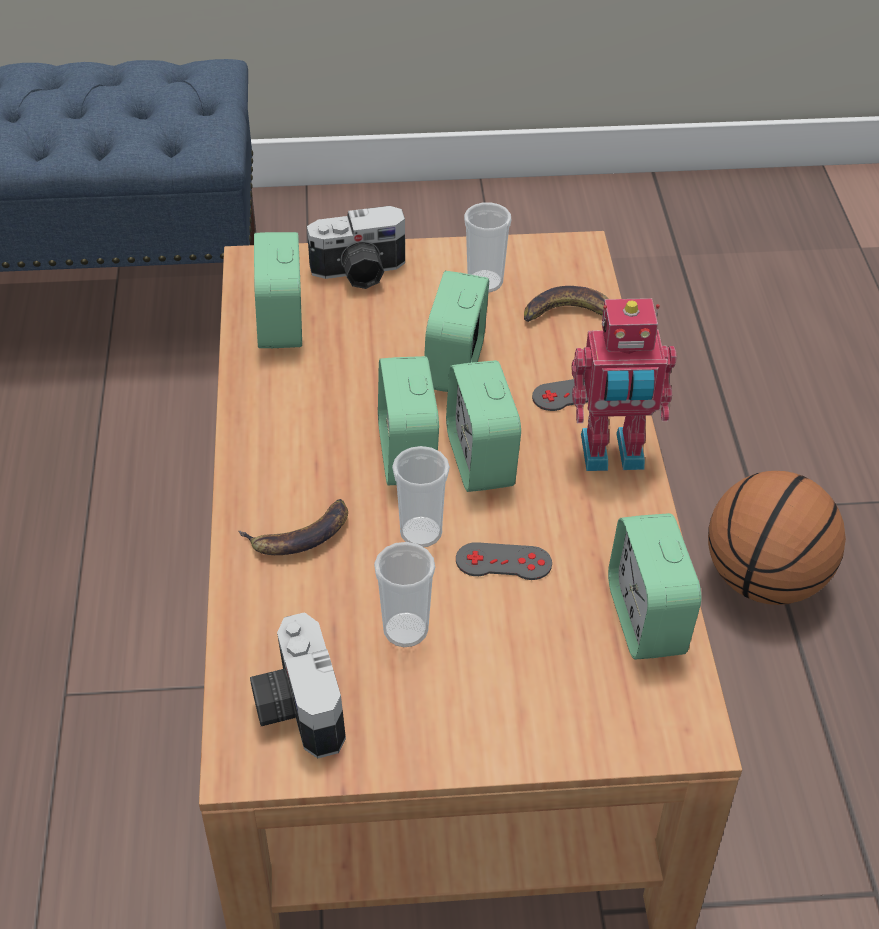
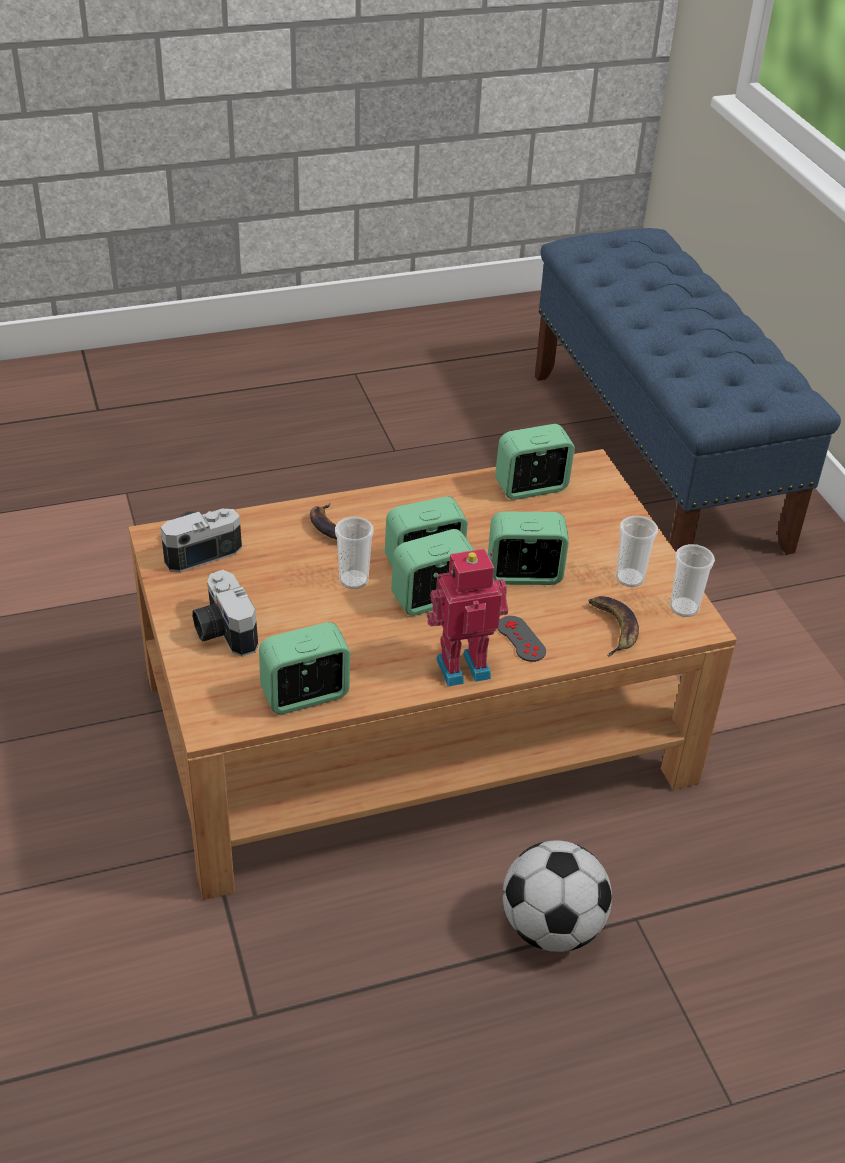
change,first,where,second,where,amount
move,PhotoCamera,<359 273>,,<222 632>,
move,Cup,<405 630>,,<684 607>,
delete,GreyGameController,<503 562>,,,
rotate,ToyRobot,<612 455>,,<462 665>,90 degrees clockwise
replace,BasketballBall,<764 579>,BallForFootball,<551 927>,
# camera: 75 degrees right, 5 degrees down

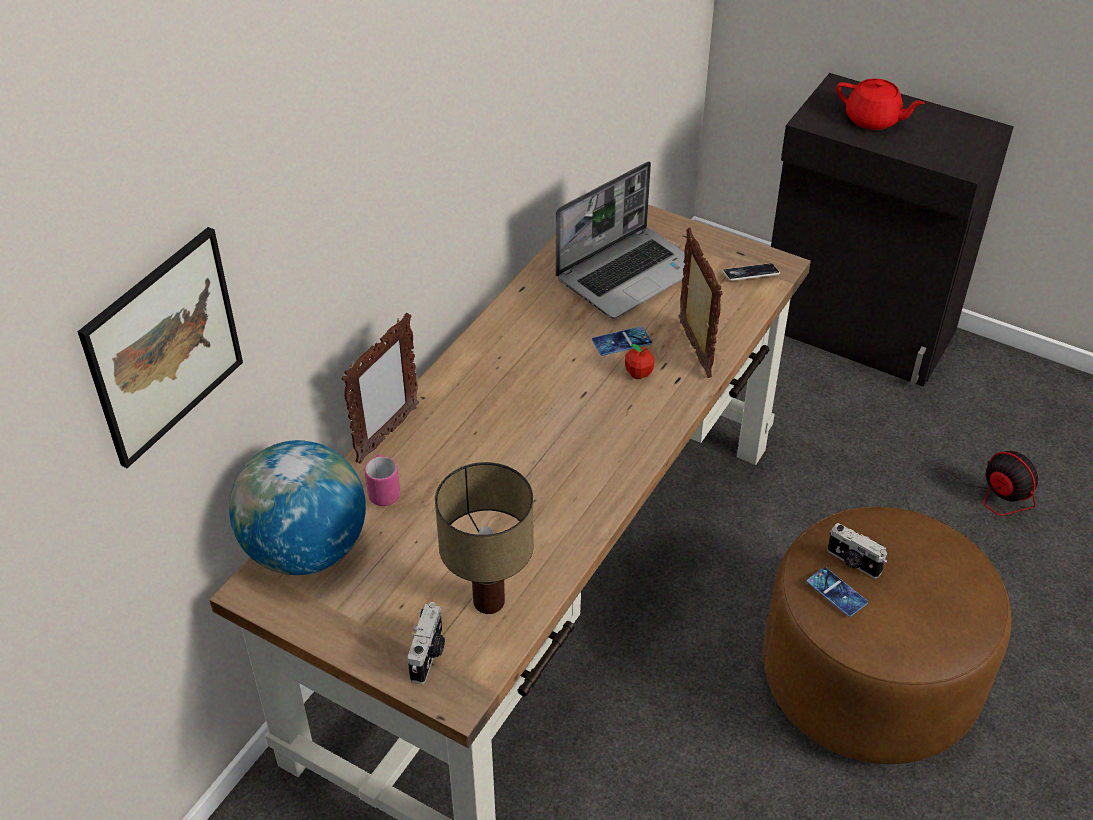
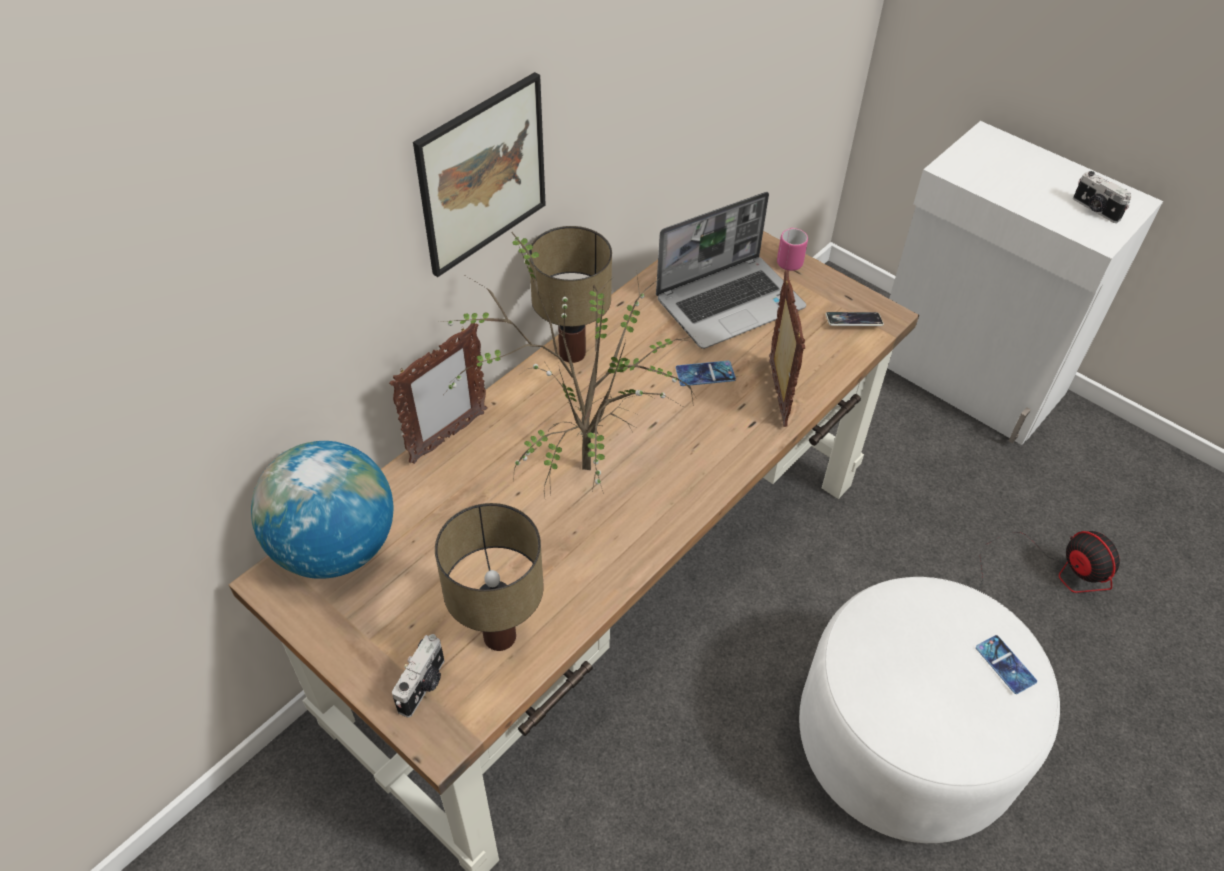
change,first,where,second,where,amount
move,WallArt,<163 346>,,<482 175>,
move,PinkCoffeeMug,<383 491>,,<789 260>,
delete,WholeApple,<638 374>,,,
recolor,BrownFootrest,<869 679>,WhitishFootrest,<904 742>,
recolor,BlackColouredCupboard,<857 331>,WhitishCupboard,<967 378>,
move,Handset,<836 592>,,<1005 664>,
move,PhotoCamera,<853 562>,,<1095 209>,
delete,ReddishPotForTea,<873 120>,,,
insert,,,PlantInAPot,<578 466>,
insert,,,LampForATable,<570 353>,
# camera: 10 degrees right, 5 degrees up

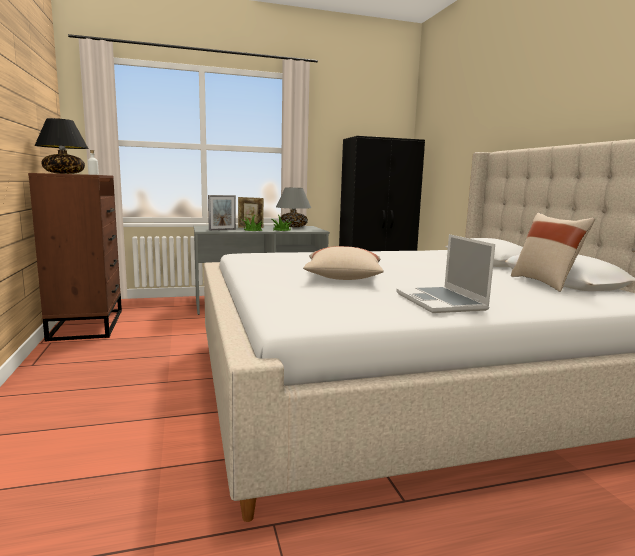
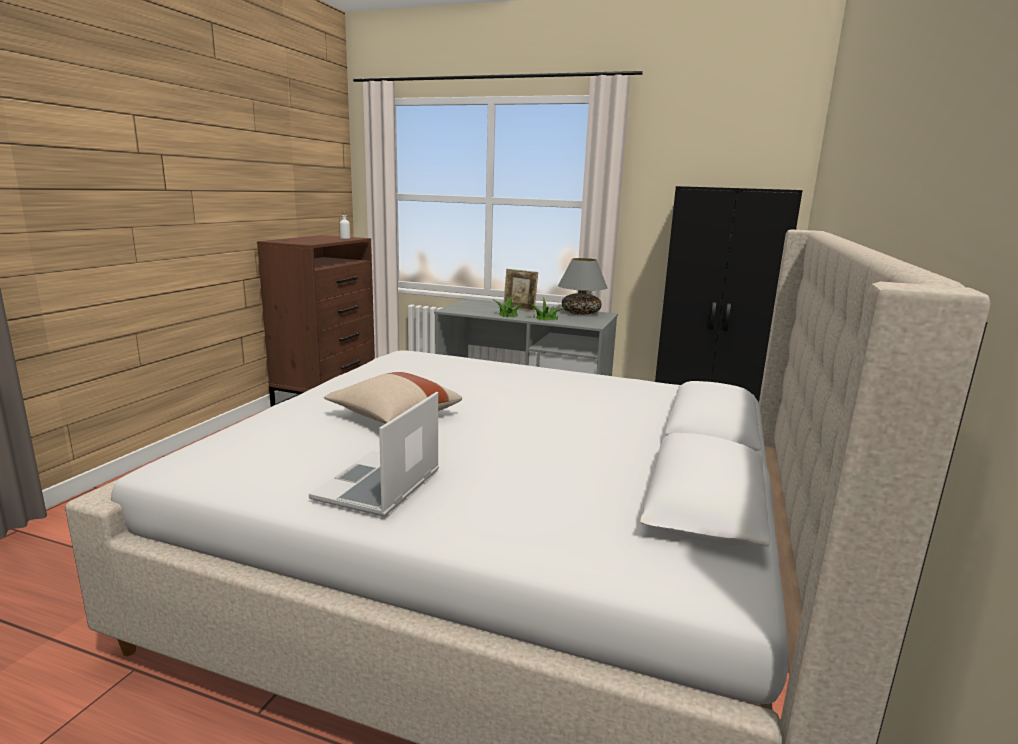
change,first,where,second,where,amount
delete,BlackColouredLampForATable,<63 173>,,,
delete,StandingFrame,<222 229>,,,
delete,BeigeColouredThrowPillow,<545 283>,,,
# camera: 35 degrees right, 5 degrees up

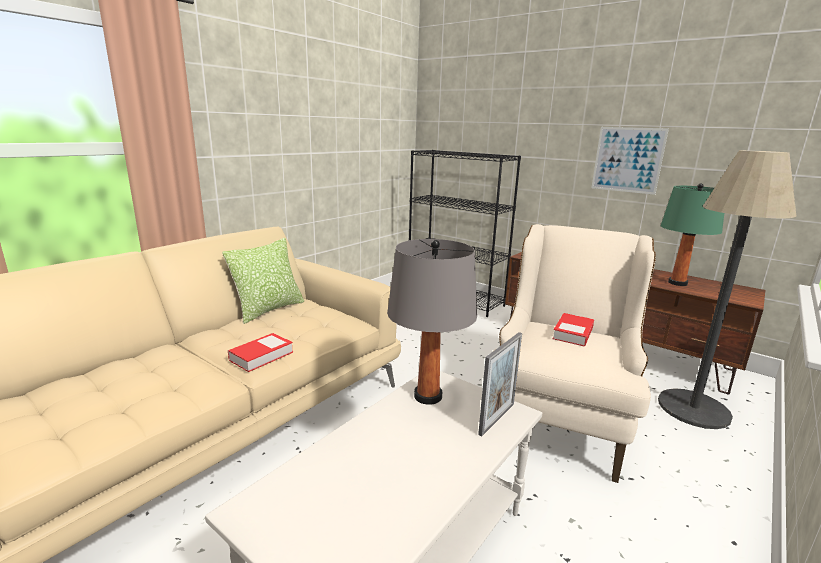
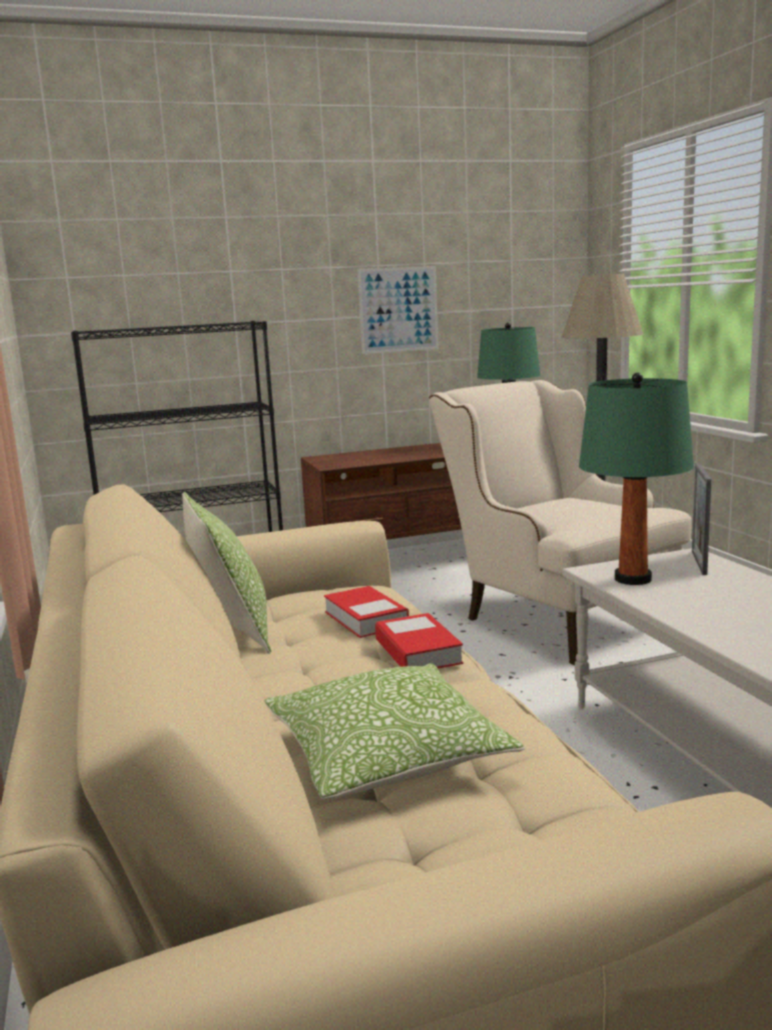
change,first,where,second,where,amount
recolor,GreyLampForATable,<427 396>,GreenColouredLampForATable,<633 579>,
rotate,StandingFrame,<497 419>,,<699 563>,150 degrees counterclockwise
move,Book,<573 333>,,<366 619>,
insert,,,ThrowPillow,<387 756>,
# camera: 55 degrees left, 5 degrees down

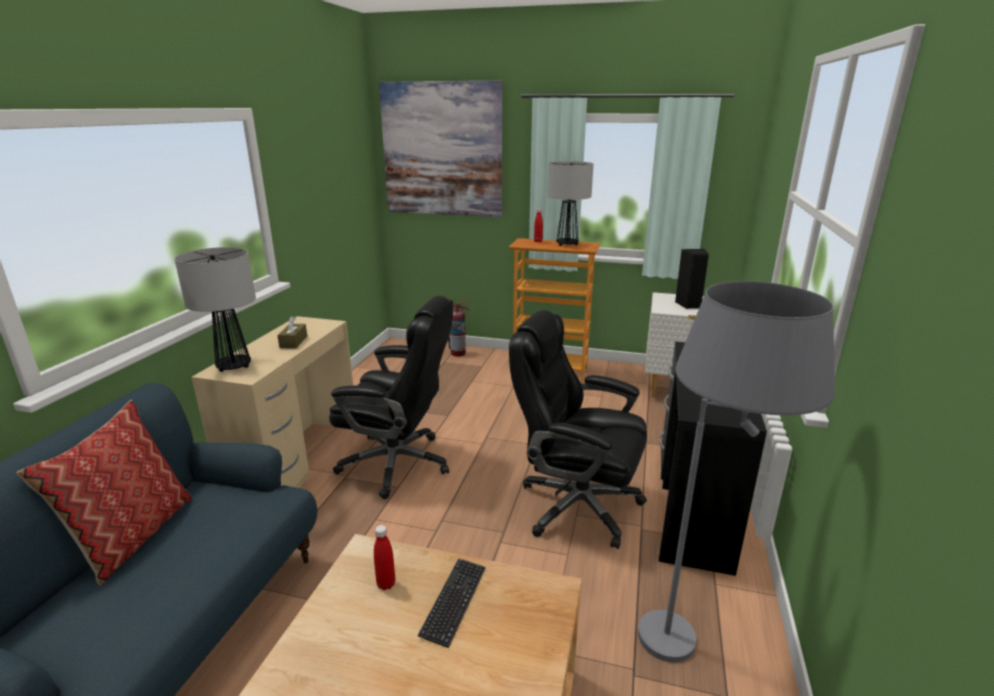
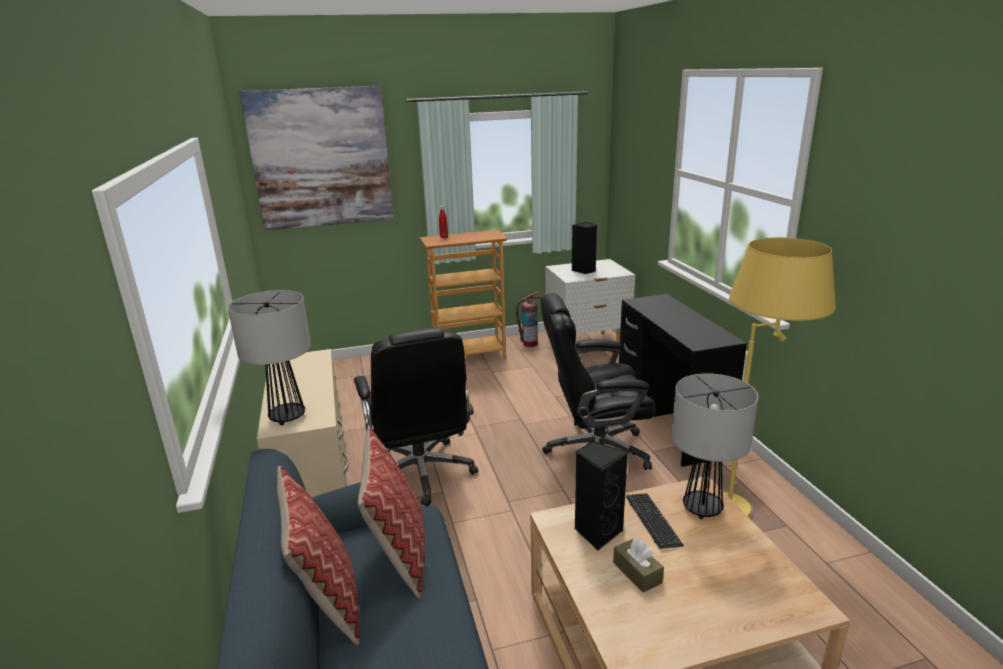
change,first,where,second,where,amount
move,BrownBoxOfTissues,<293 342>,,<637 572>,
rotate,BlackColouredComputerChair,<398 463>,,<421 473>,90 degrees clockwise
replace,ReddishBottle,<386 584>,BlackColouredAudioSpeaker,<597 532>,
move,FireFightingCylinder,<458 353>,,<529 344>,
move,LampForATable,<566 244>,,<701 508>,
recolor,GreyStandardLamp,<699 645>,YellowStandardLamp,<749 505>,
insert,,,ThrowPillow,<399 554>,
# camera: 30 degrees left, 0 degrees up

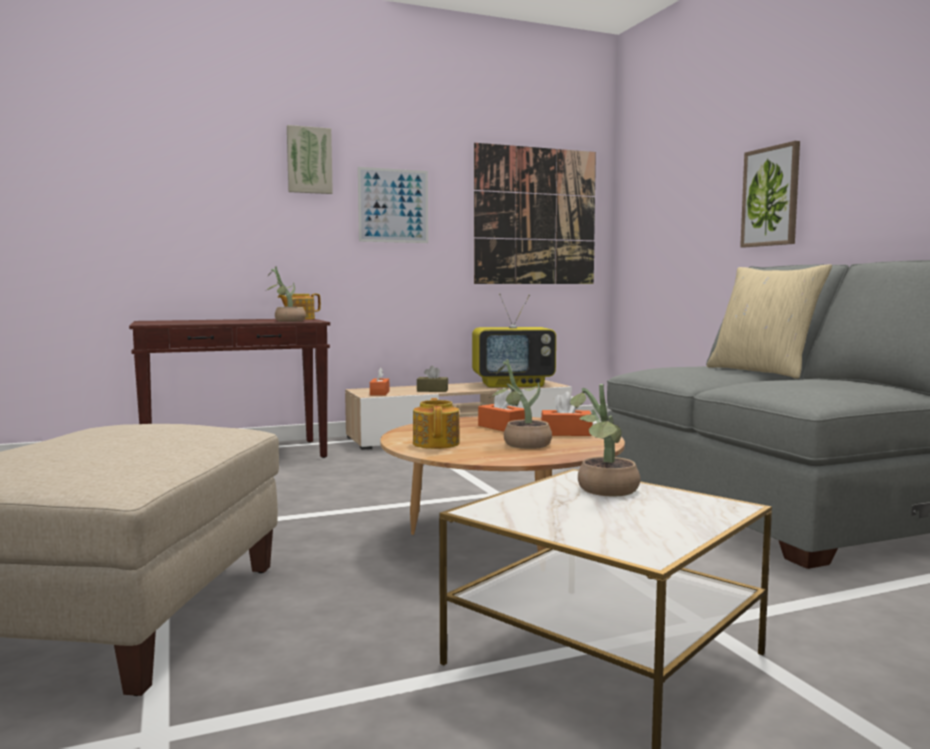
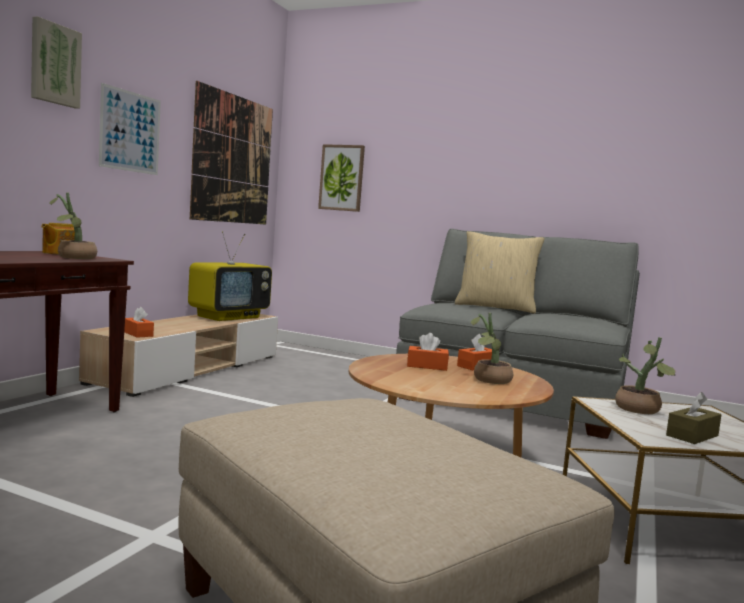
change,first,where,second,where,amount
delete,PotForTea,<436 443>,,,
move,BrownBoxOfTissues,<432 390>,,<692 435>,
move,WallArt,<771 196>,,<342 178>,
# camera: 45 degrees left, 0 degrees up

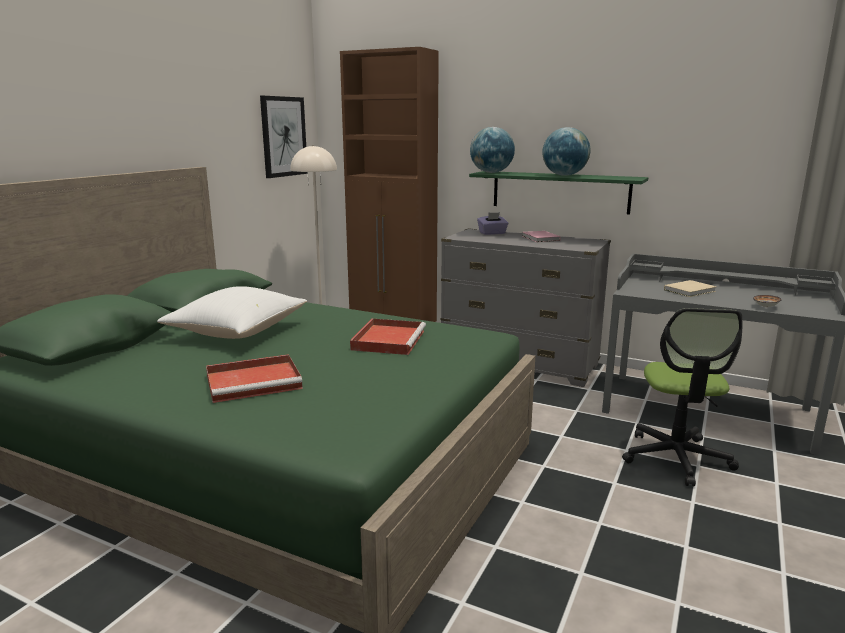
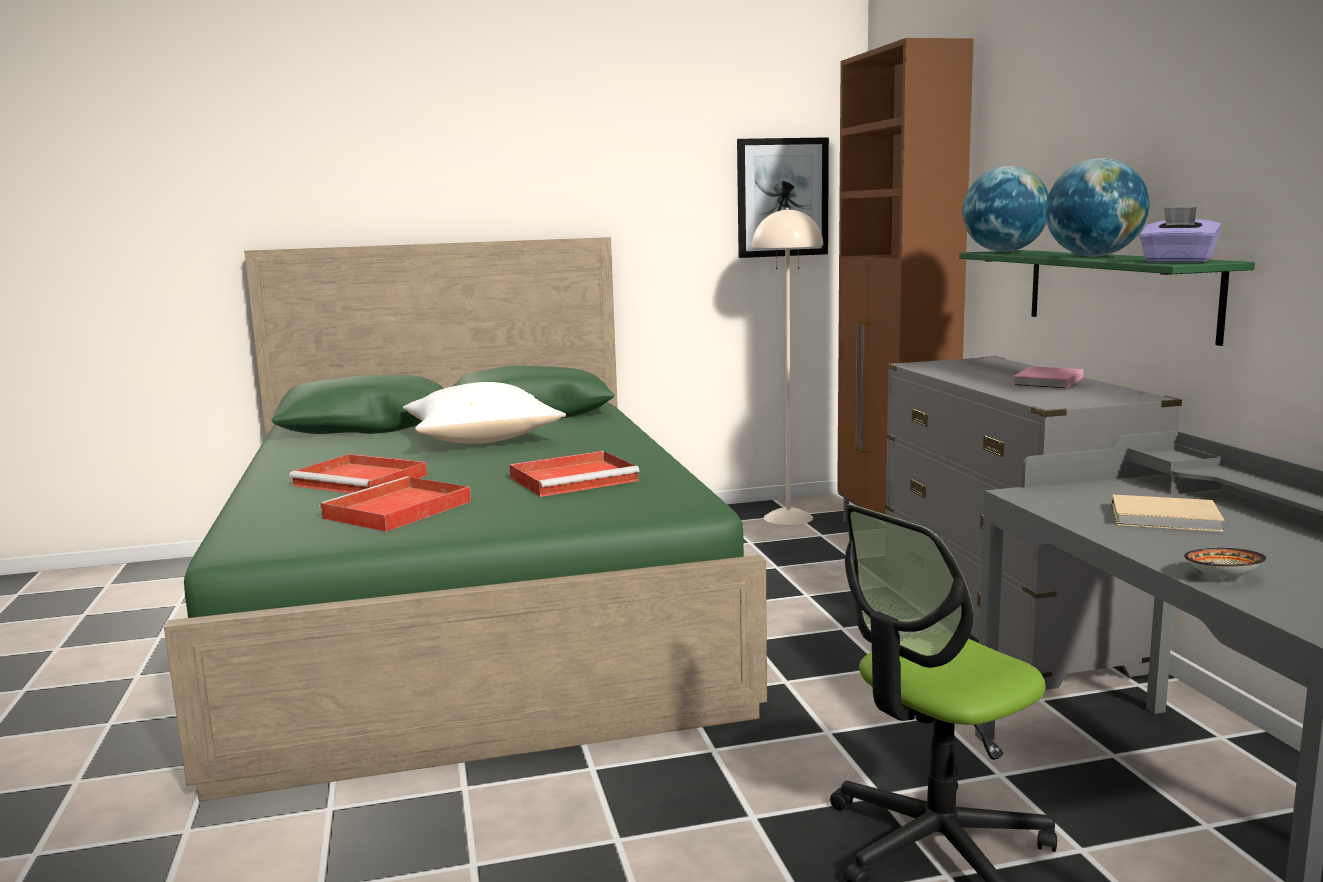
change,first,where,second,where,amount
move,PurplishBoxOfTissues,<492 233>,,<1177 261>,
insert,,,ReddishCarryingTray,<396 510>,
# camera: 50 degrees right, 5 degrees down

